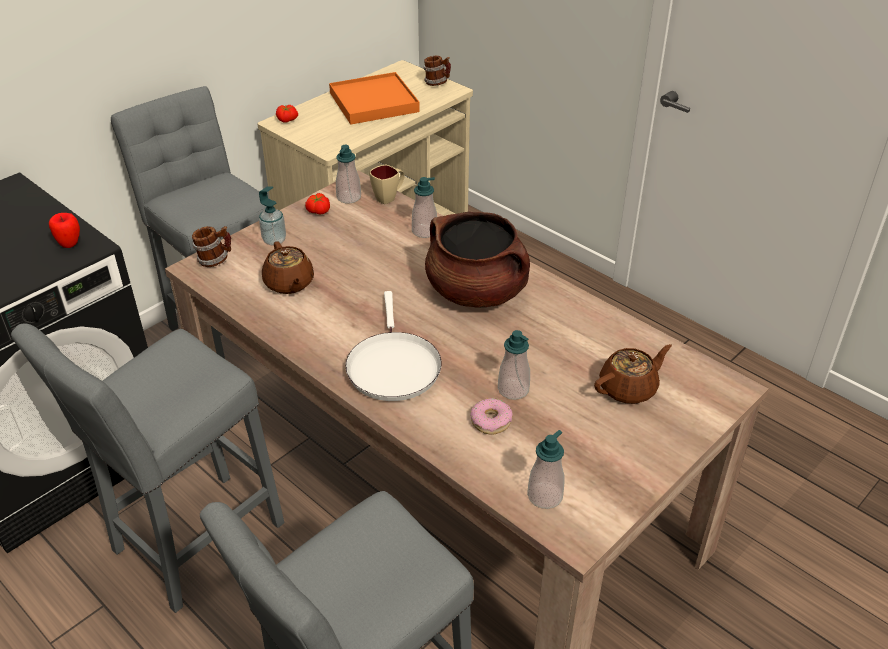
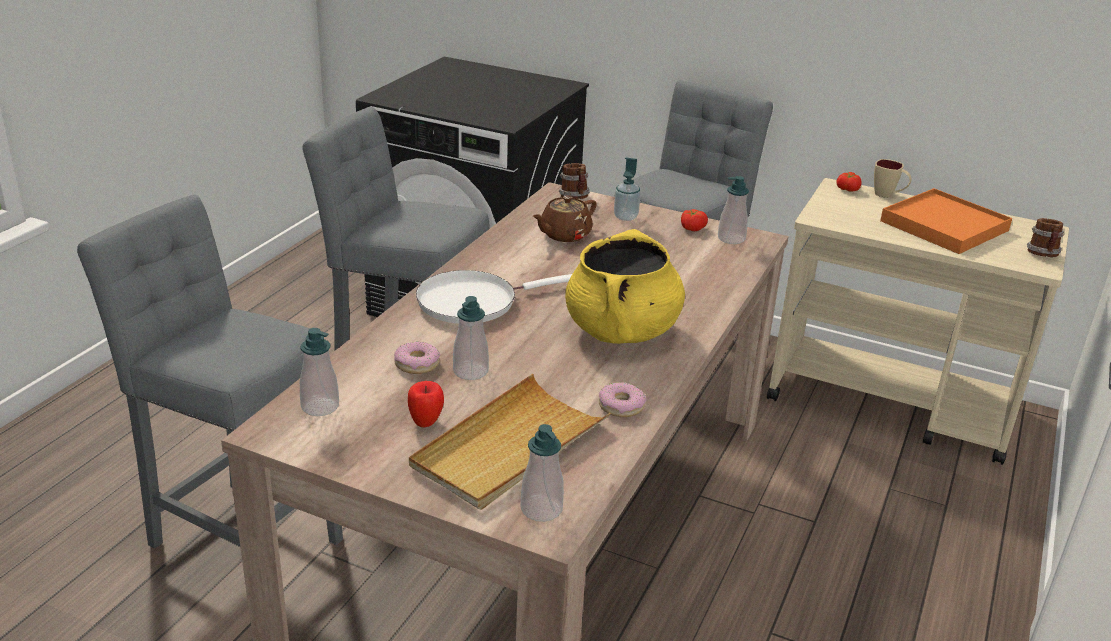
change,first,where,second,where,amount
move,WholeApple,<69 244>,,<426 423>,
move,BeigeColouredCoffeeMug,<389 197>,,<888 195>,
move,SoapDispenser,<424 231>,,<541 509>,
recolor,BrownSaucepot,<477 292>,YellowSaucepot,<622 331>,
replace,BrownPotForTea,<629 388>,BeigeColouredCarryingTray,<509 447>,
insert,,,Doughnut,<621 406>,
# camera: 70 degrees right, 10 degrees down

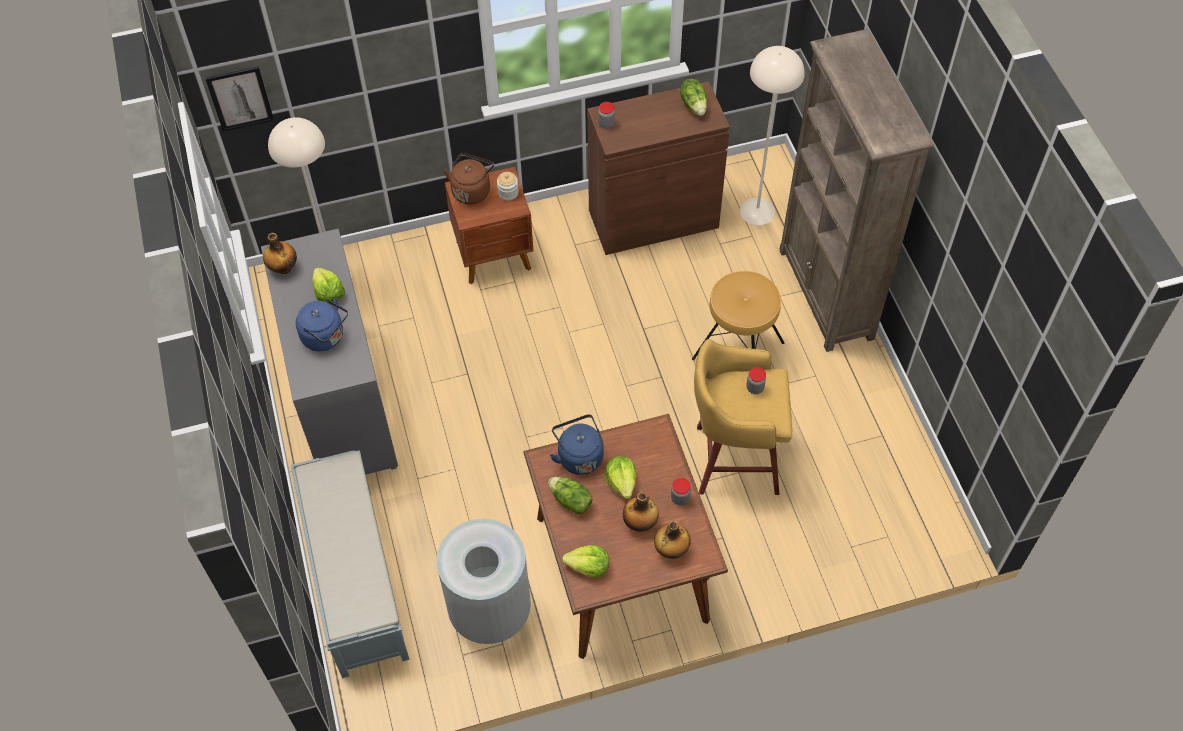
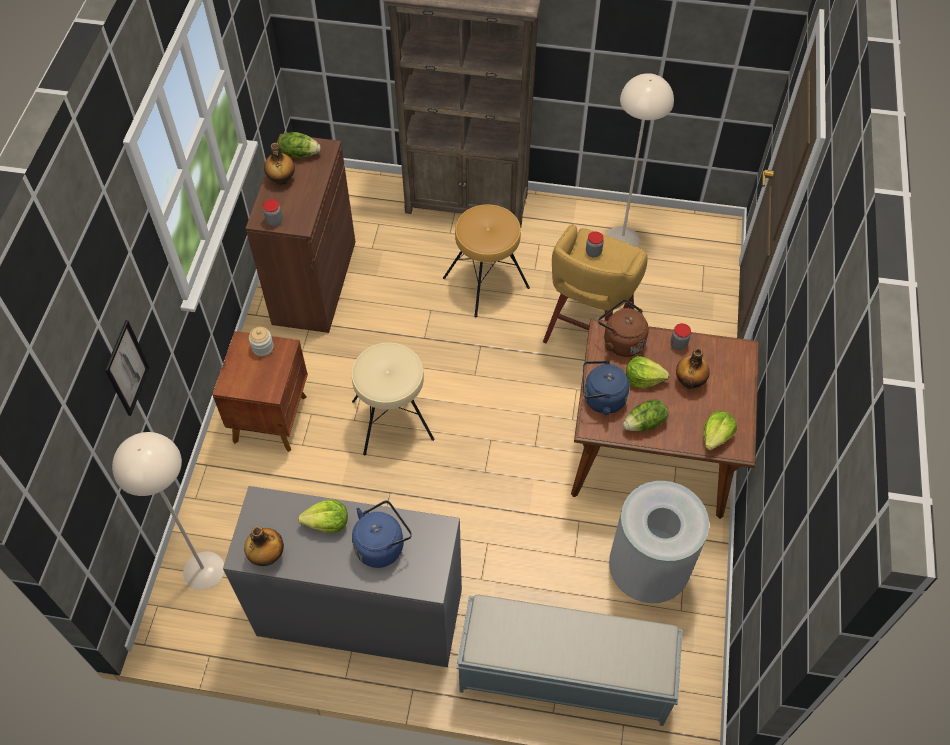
change,first,where,second,where,amount
move,WallArt,<240 98>,,<127 368>,
move,BrownTeaKettle,<472 190>,,<621 341>,
move,Bottle,<671 549>,,<281 180>,
move,BeigeColouredStandardLamp,<757 211>,,<622 239>,
insert,,,BeigeColouredSittingStool,<393 421>,
# camera: 65 degrees left, 0 degrees up

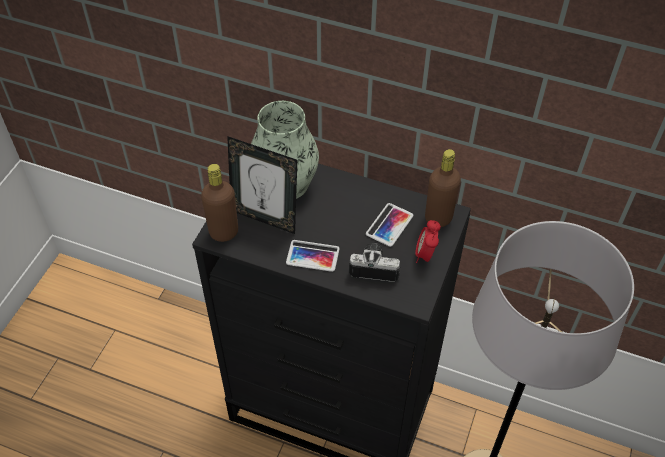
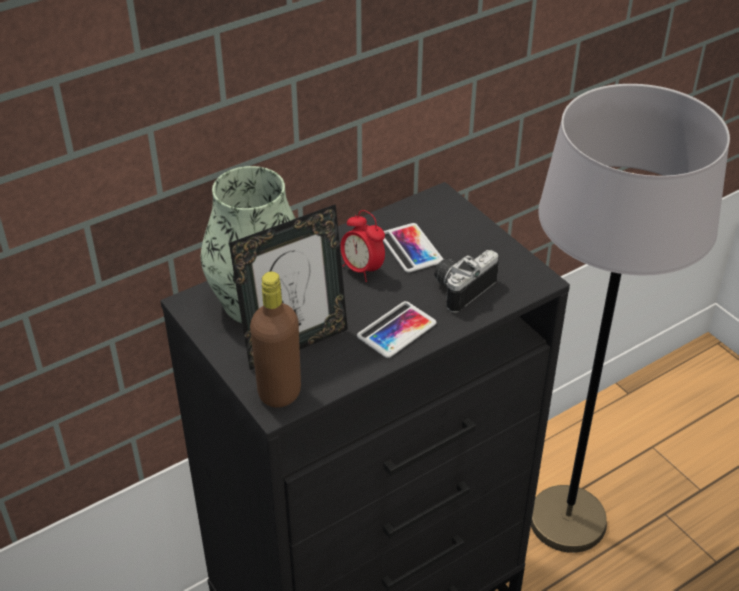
change,first,where,second,where,amount
move,BedsideClock,<425 255>,,<362 270>,
delete,BrownBottle,<438 218>,,,
# camera: 55 degrees left, 10 degrees down

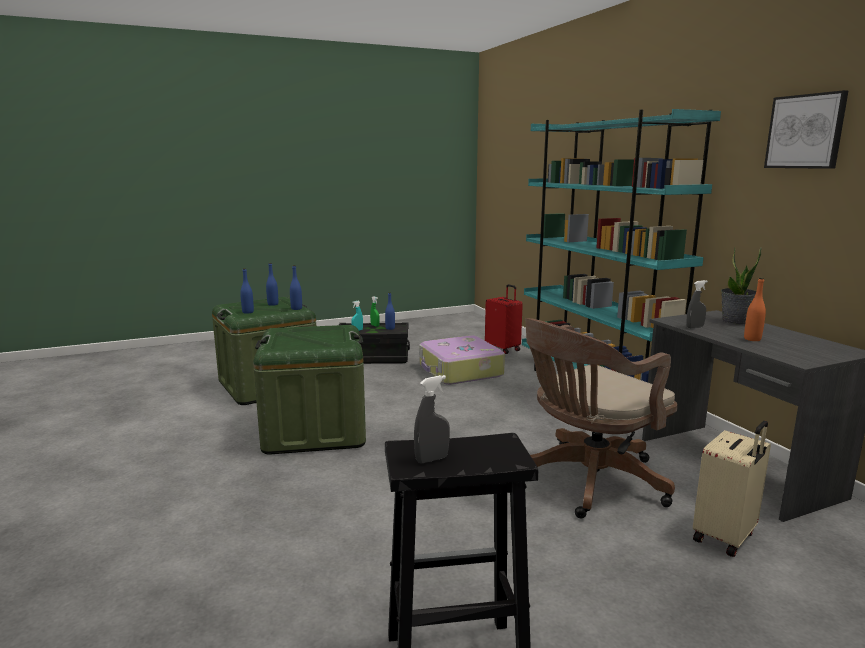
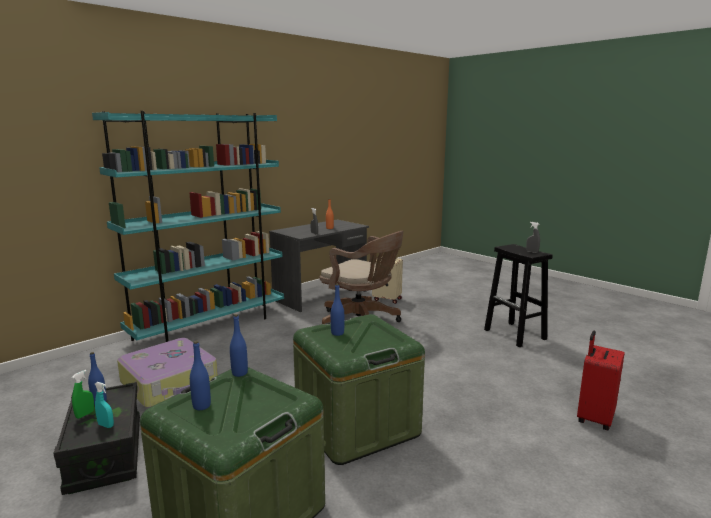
change,first,where,second,where,amount
move,BluishBottle,<248 312>,,<337 333>,
move,ReddishSuitcase,<503 349>,,<594 418>,
delete,PlantInAPot,<735 321>,,,
delete,WallArt,<805 131>,,,
# camera: 110 degrees left, 0 degrees up

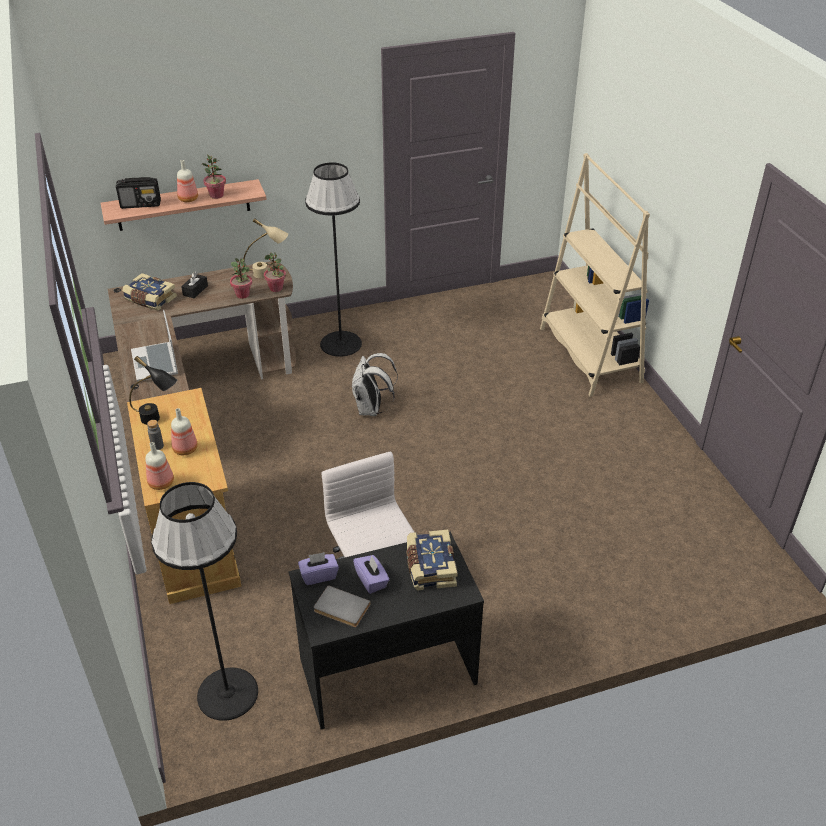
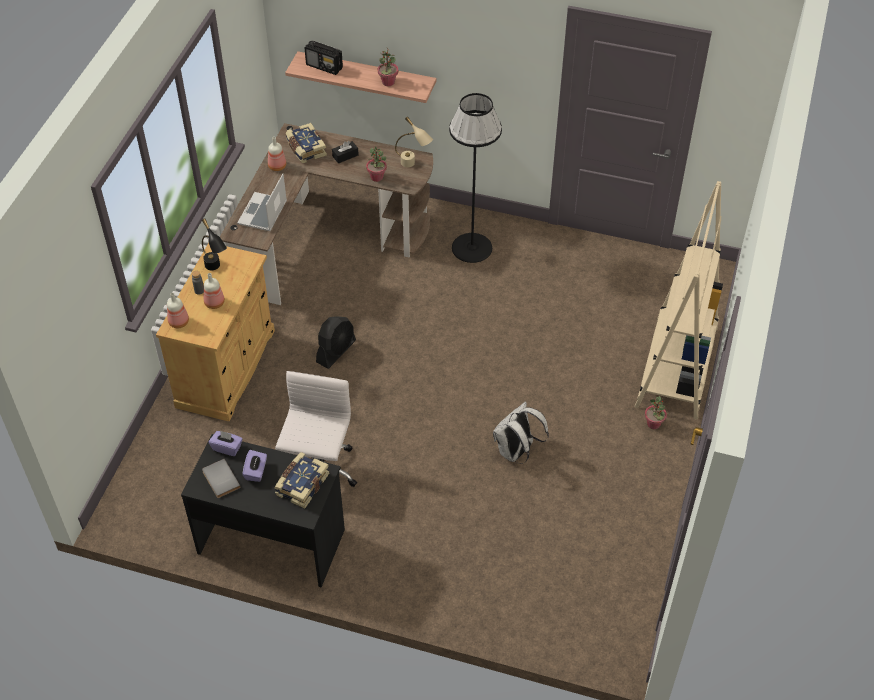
change,first,where,second,where,amount
delete,BlackColouredStandardLamp,<227 693>,,,
move,Bottle,<187 199>,,<276 166>,
move,PlantInAPot,<276 288>,,<653 424>,
move,WhitishBackpack,<371 409>,,<516 452>,
insert,,,BlackColouredElectricFan,<336 351>,
# camera: 35 degrees right, 10 degrees up

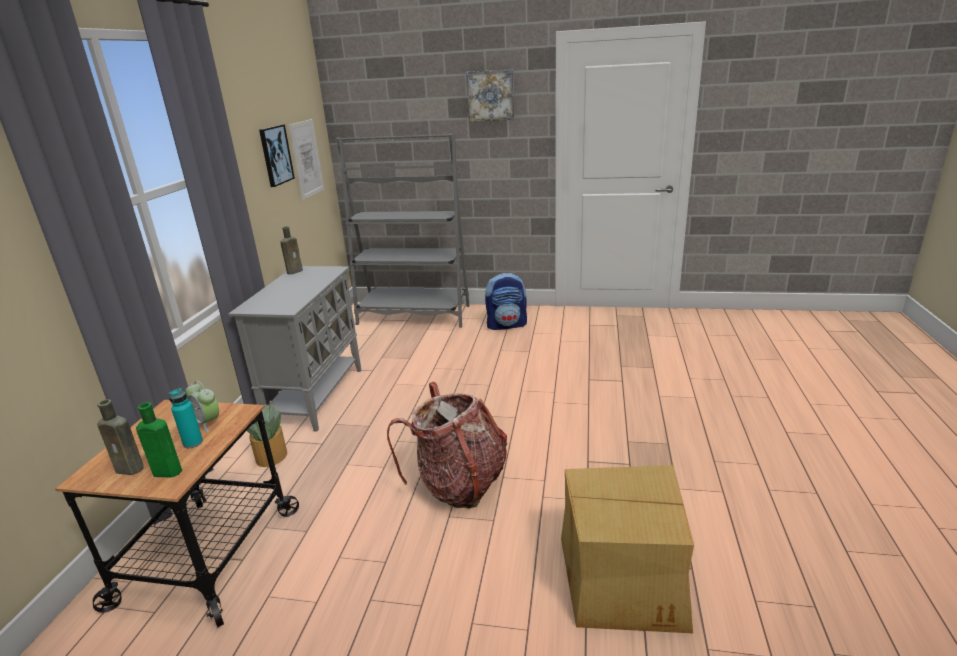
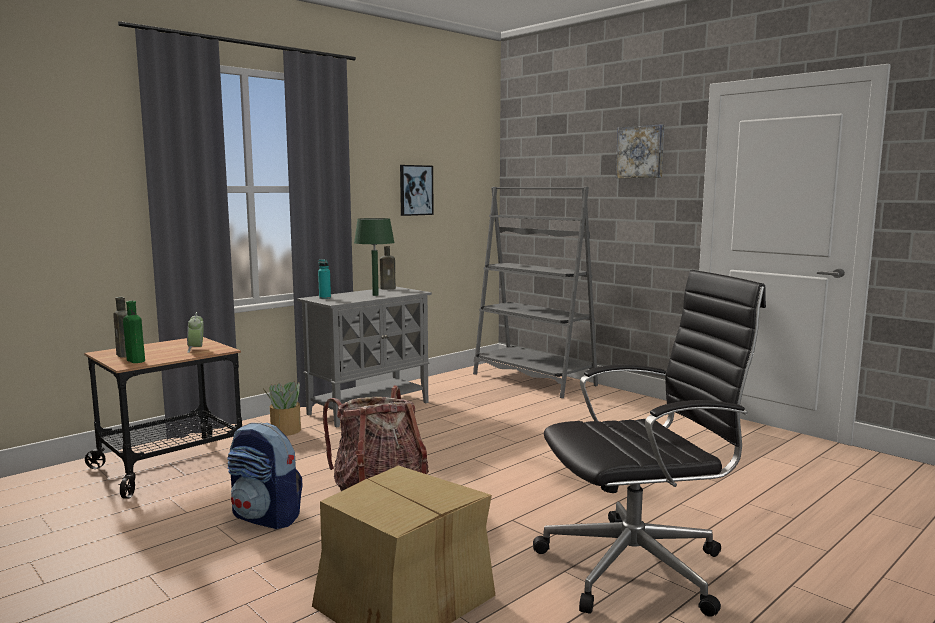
change,first,where,second,where,amount
move,BlueGreenBottle,<193 443>,,<325 298>,
delete,WallArt,<306 159>,,,
move,Backpack,<507 325>,,<266 517>,
insert,,,GreenColouredLampForATable,<375 295>,
insert,,,BlackColouredComputerChair,<639 567>,
# camera: 35 degrees right, 15 degrees down

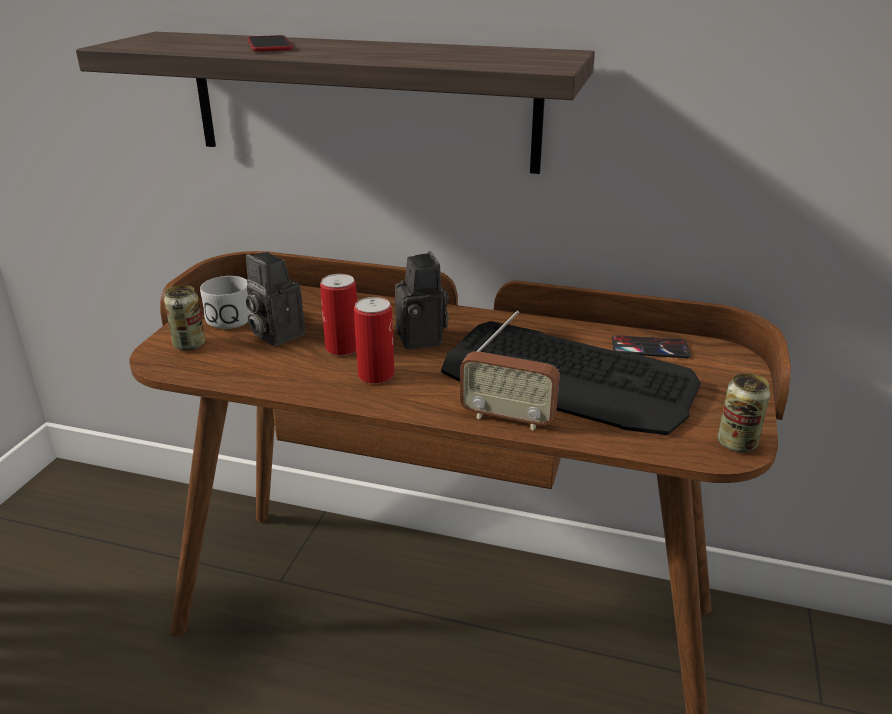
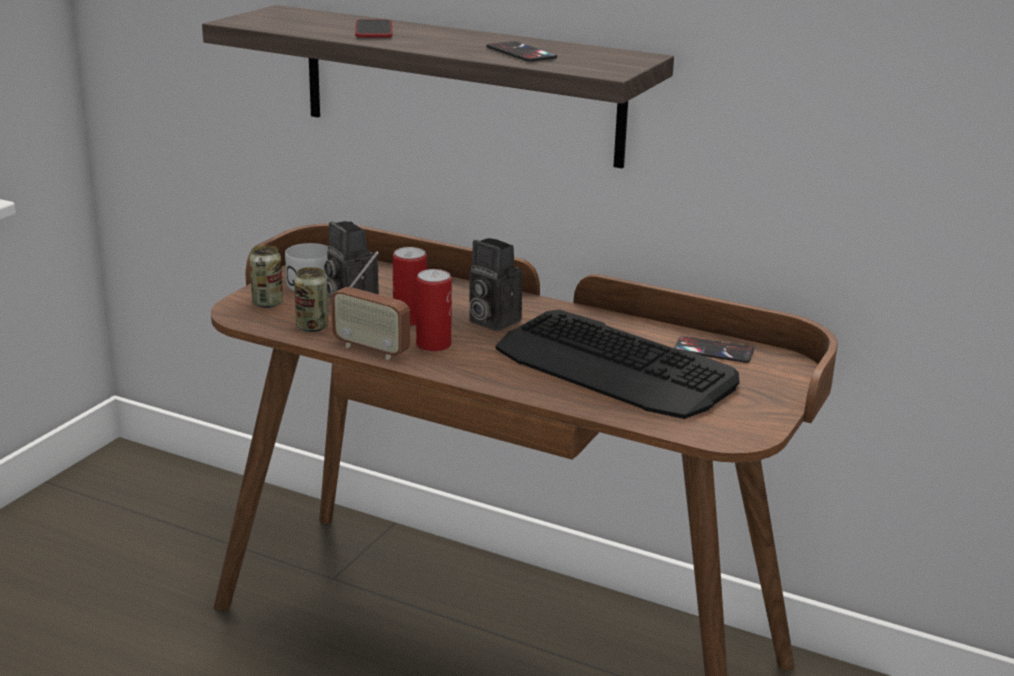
change,first,where,second,where,amount
rotate,PhotoCamera,<423 339>,,<490 321>,135 degrees clockwise
move,RadioSet,<507 418>,,<371 350>,
move,MetalCan,<737 443>,,<312 327>,
insert,,,Handset,<521 53>,
# camera: 10 degrees right, 5 degrees down

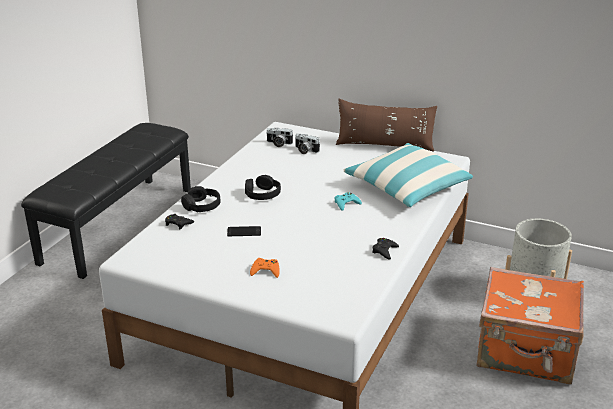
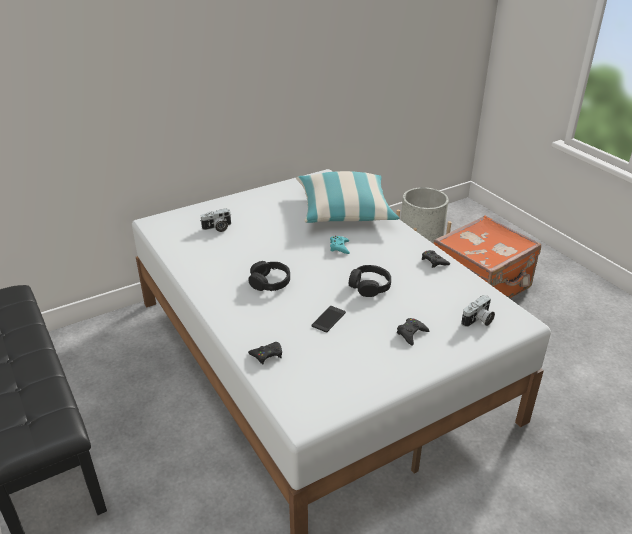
change,first,where,second,where,amount
move,BlackColouredPairOfHeadphones,<201 206>,,<369 286>,
recolor,OrangeColouredGameController,<266 271>,BlackColouredGameController,<411 333>,
move,PhotoCamera,<278 143>,,<478 321>,
delete,BrownThrowPillow,<384 145>,,,
# camera: 55 degrees left, 5 degrees up

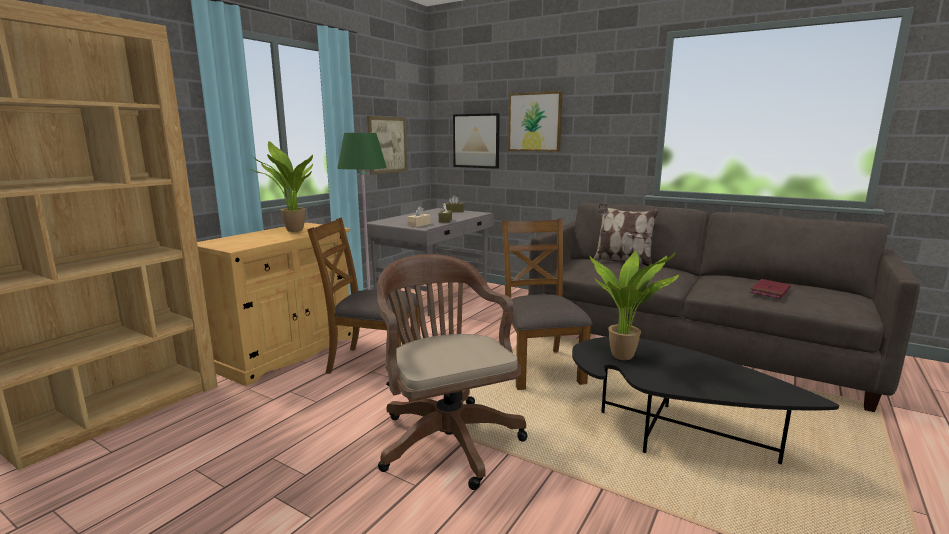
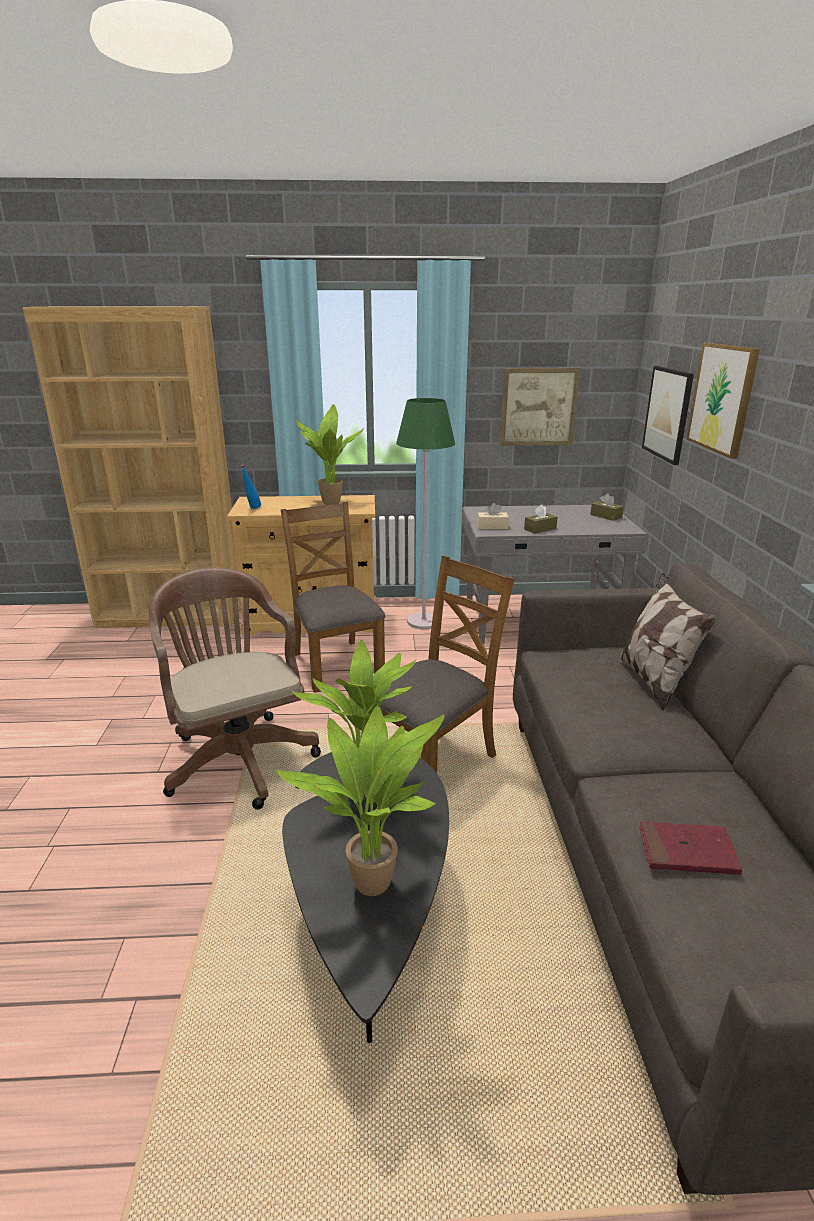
change,first,where,second,where,amount
rotate,BrownComputerChair,<446 437>,,<238 757>,60 degrees counterclockwise
insert,,,BluishBottle,<252 509>,
insert,,,PlantInAPot,<373 879>,
# camera: 55 degrees right, 10 degrees up

